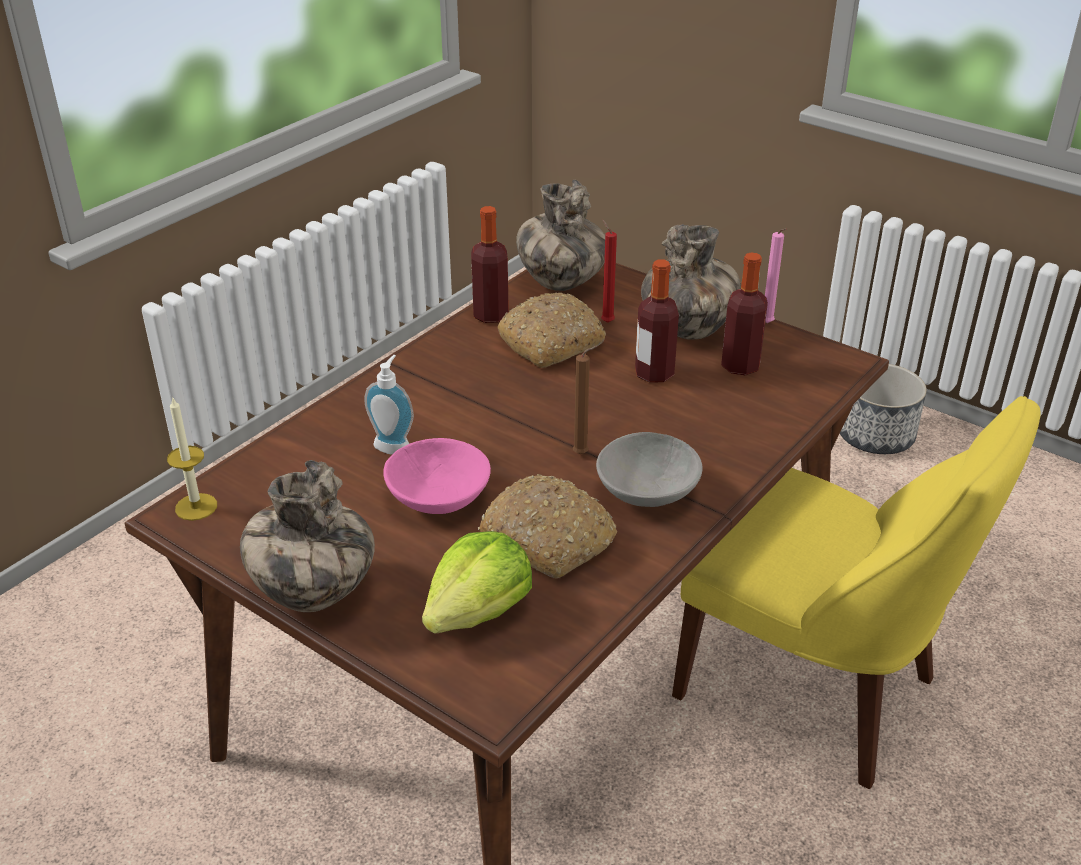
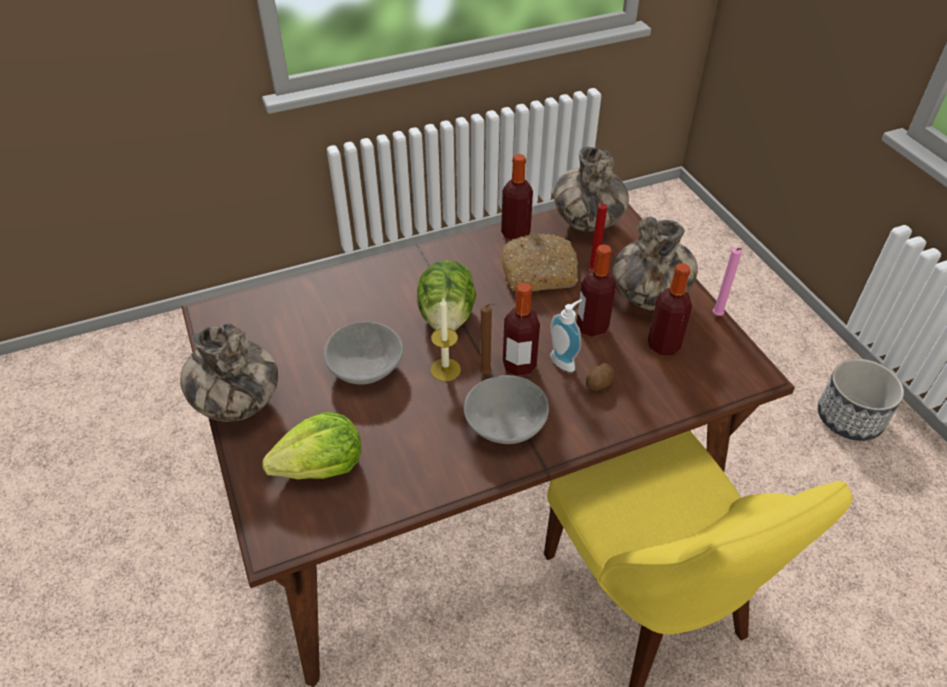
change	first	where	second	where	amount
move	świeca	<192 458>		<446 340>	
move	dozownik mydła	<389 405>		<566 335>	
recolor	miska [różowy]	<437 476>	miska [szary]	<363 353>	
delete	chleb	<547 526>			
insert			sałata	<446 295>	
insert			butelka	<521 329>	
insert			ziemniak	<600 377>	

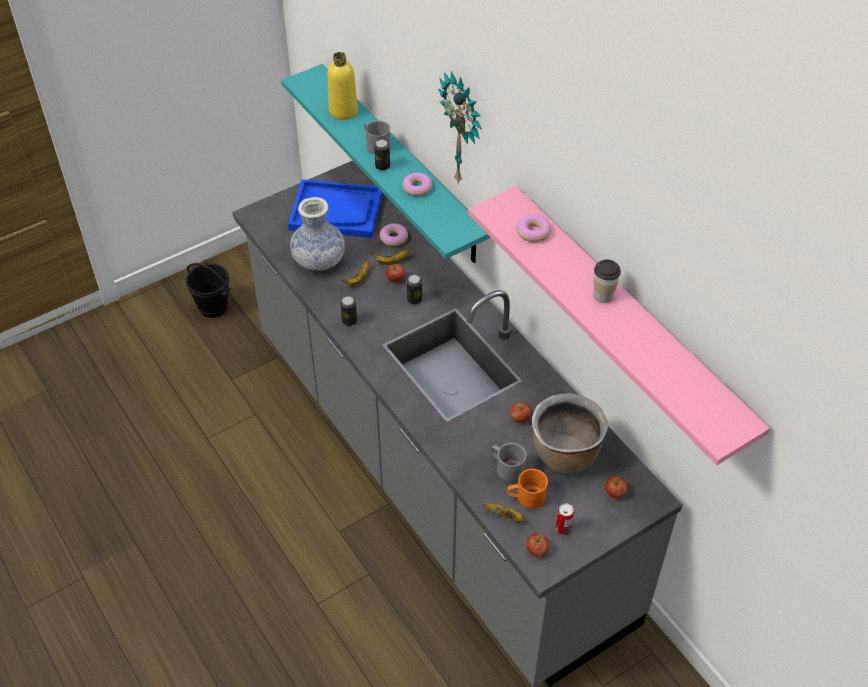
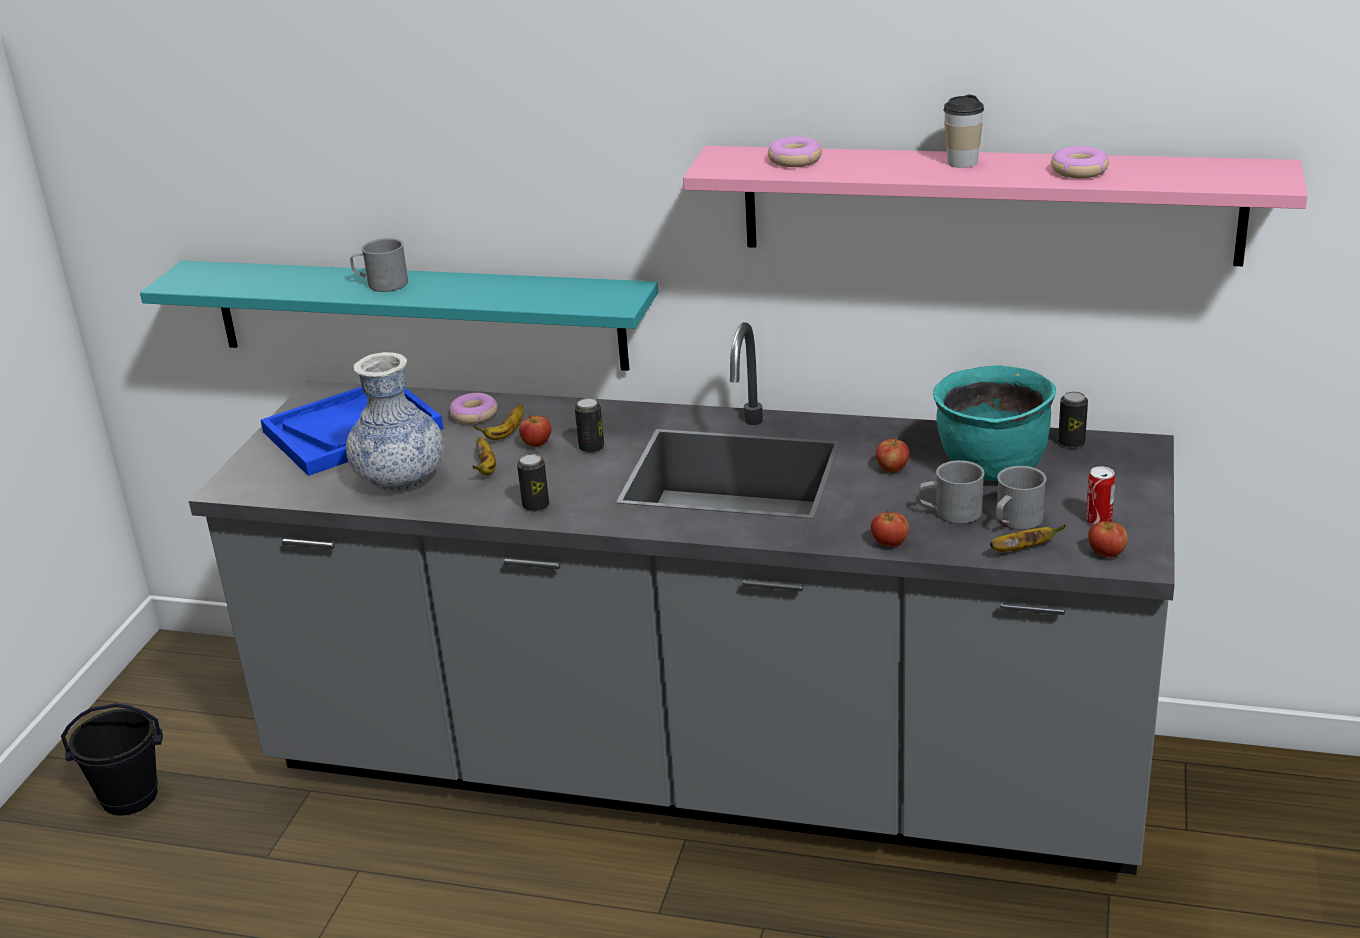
change	first	where	second	where	amount
delete	butelka [żółty]	<342 86>			
move	puszka	<382 155>		<1073 420>	
move	donut	<417 184>		<1080 162>	
delete	zegar ścienny	<460 127>			
recolor	kubek [pomarańczowy]	<527 488>	kubek [szary]	<1021 498>	
recolor	garnek [brązowy]	<570 433>	garnek [turkusowy]	<994 423>	
move	jabłko	<616 488>		<890 528>	

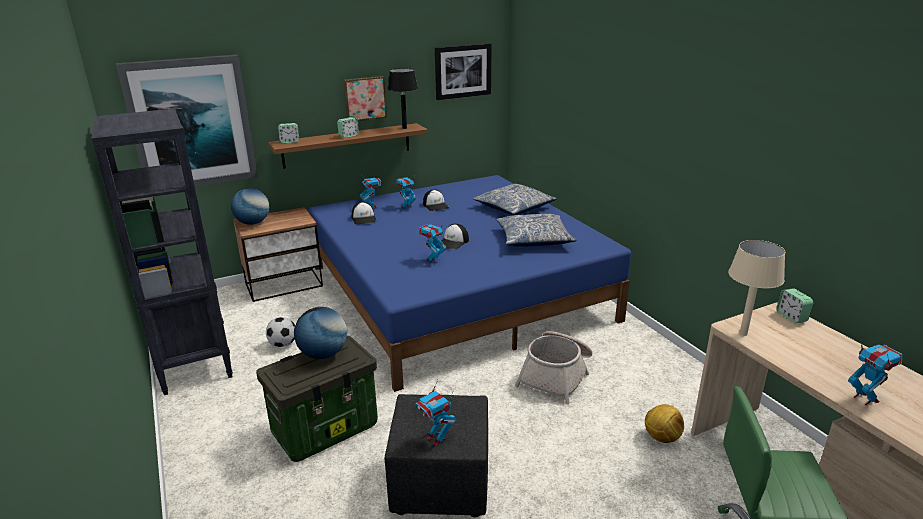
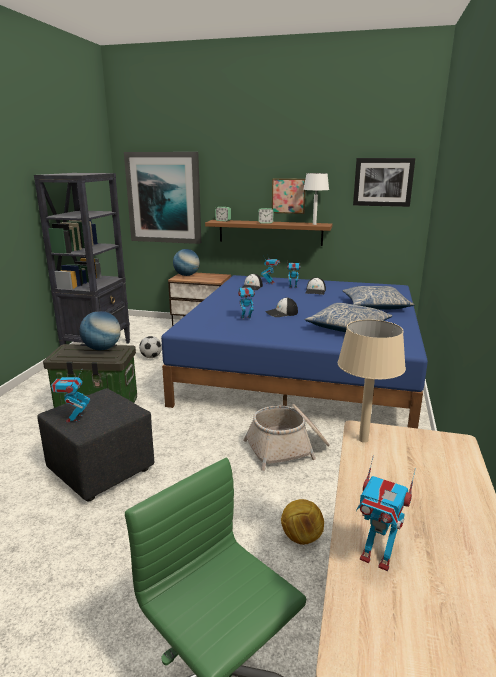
change	first	where	second	where	amount
recolor	lampa stołowa [czarny]	<402 98>	lampa stołowa [biały]	<316 199>	
delete	budzik	<794 305>			
rotate	robot zabawkowy	<875 373>		<386 513>	105 degrees clockwise

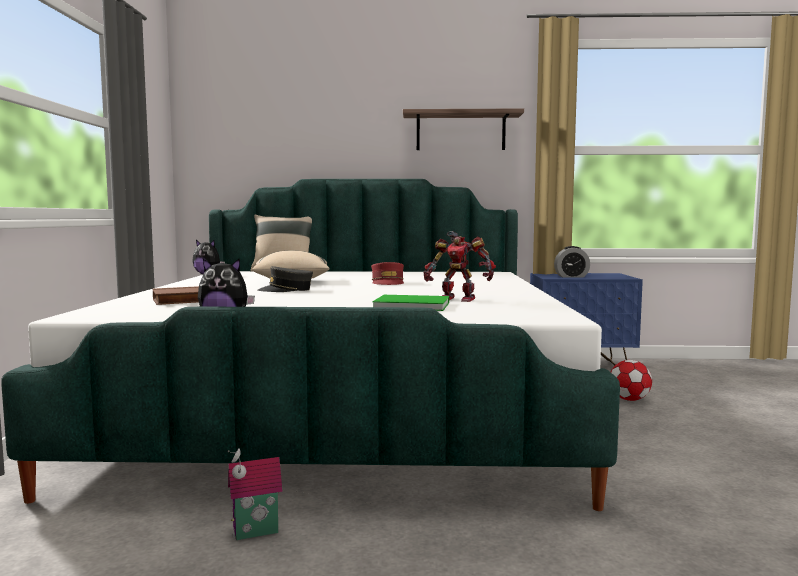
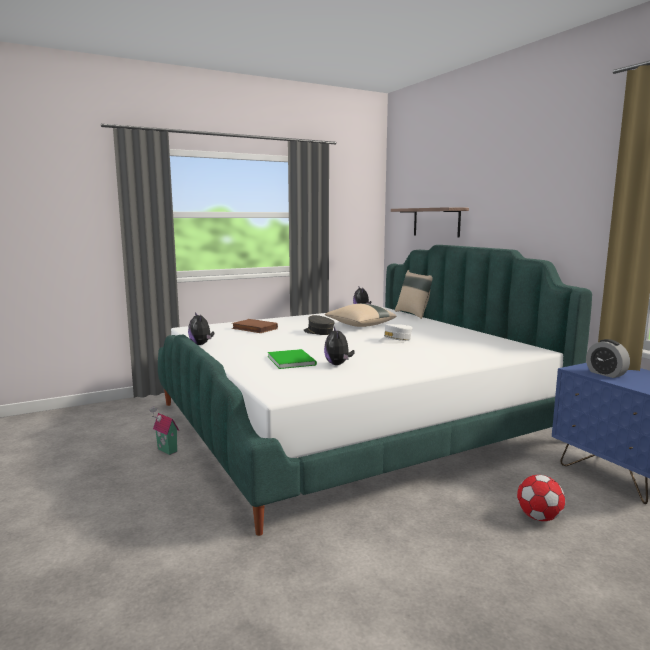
change	first	where	second	where	amount
recolor	czapka z daszkiem [czerwony]	<387 273>	czapka z daszkiem [biały]	<395 334>	
move	półka	<463 129>		<430 222>	
replace	robot zabawkowy	<460 266>	pluszak	<339 346>	

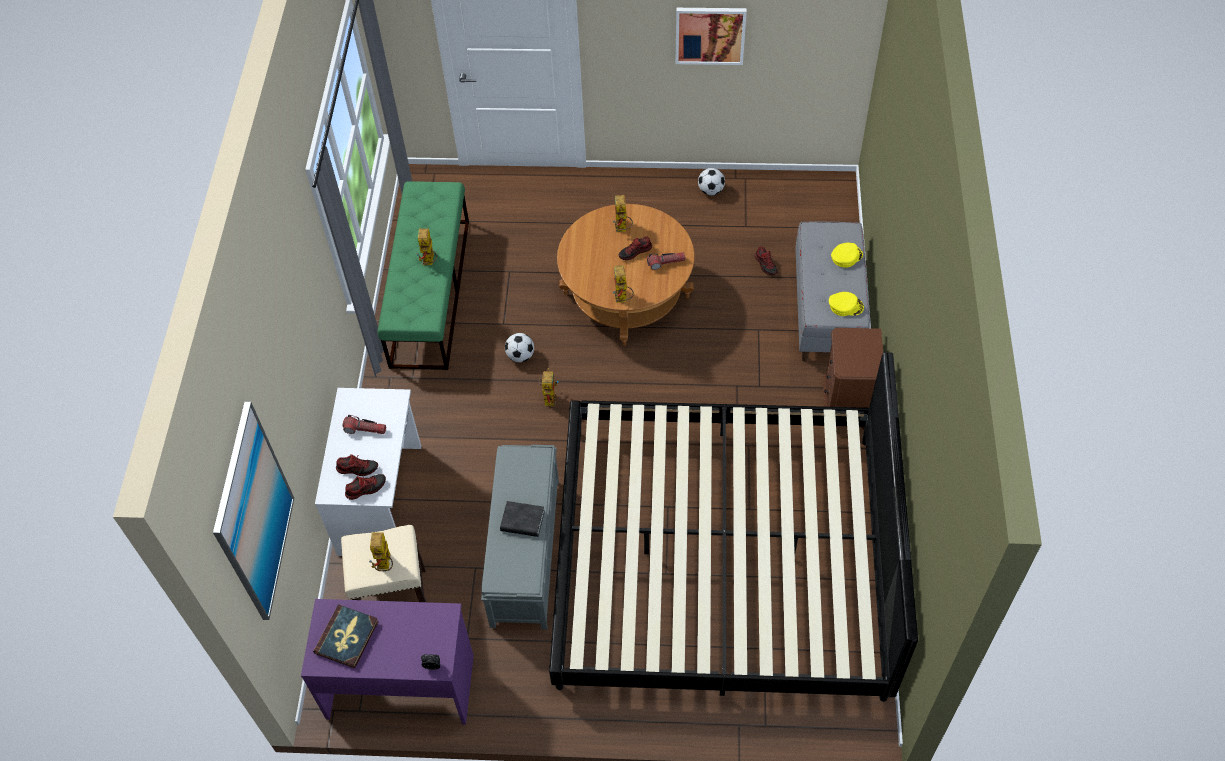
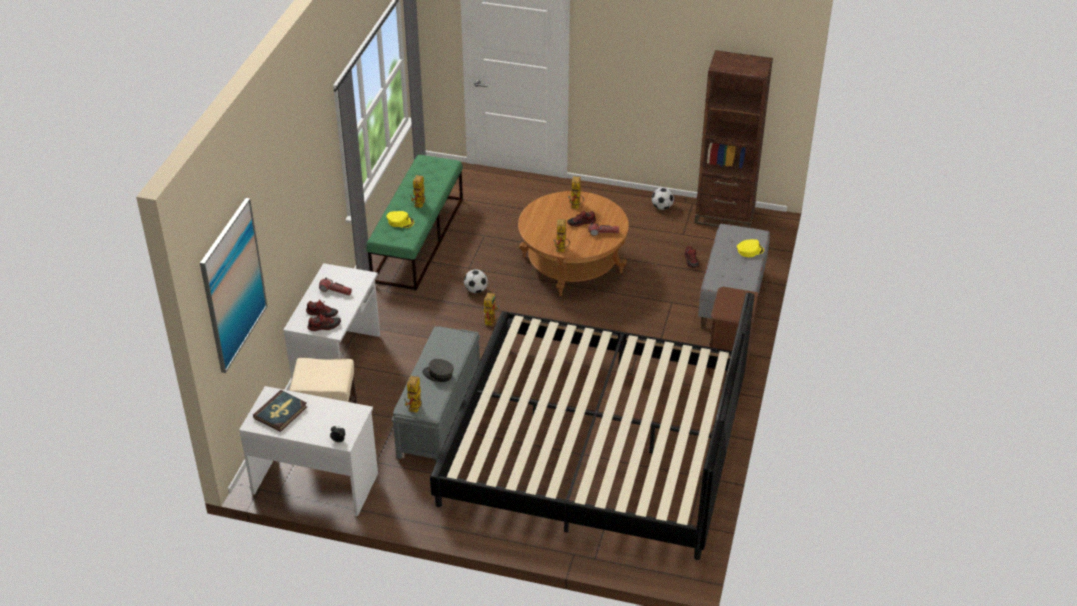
change	first	where	second	where	amount
recolor	biurko [fioletowy]	<387 662>	biurko [biały]	<308 451>	
move	robot zabawkowy	<381 552>		<413 394>	
replace	książka [czarny]	<522 519>	czapka z daszkiem [szary]	<438 370>	
delete	obraz	<711 36>			
move	czapka z daszkiem [żółty]	<846 304>		<400 219>	
insert			regał [brązowy]	<734 139>	

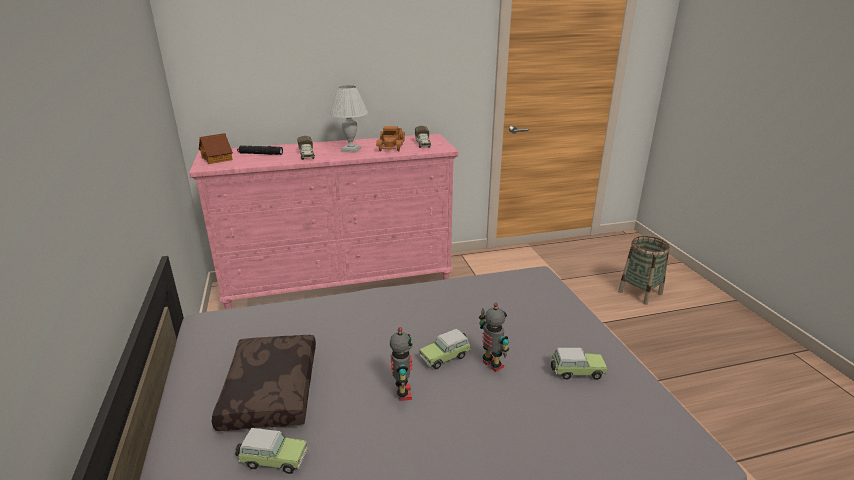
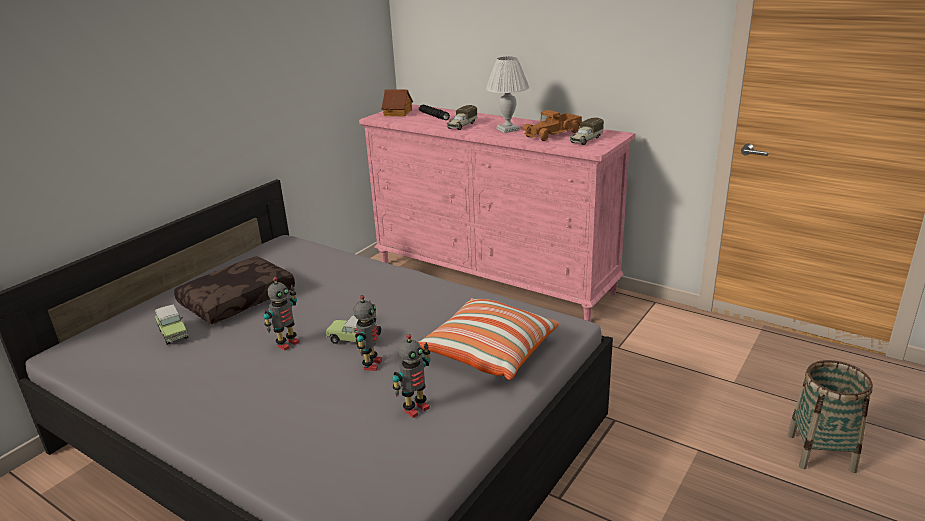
change	first	where	second	where	amount
replace	samochodzik	<579 364>	robot zabawkowy	<411 376>	
insert			poduszka	<488 339>	

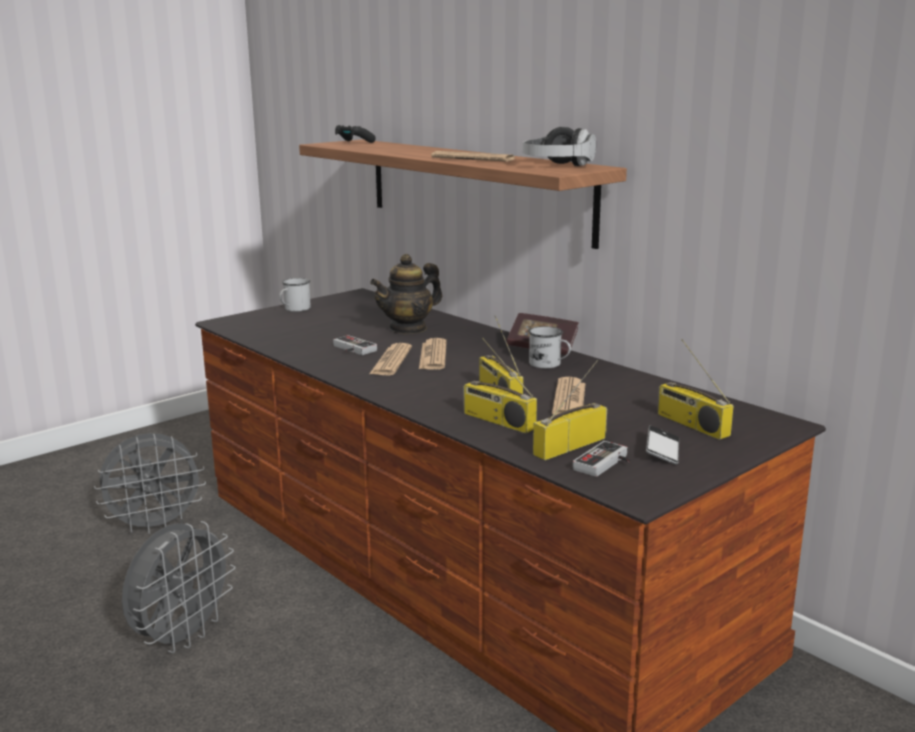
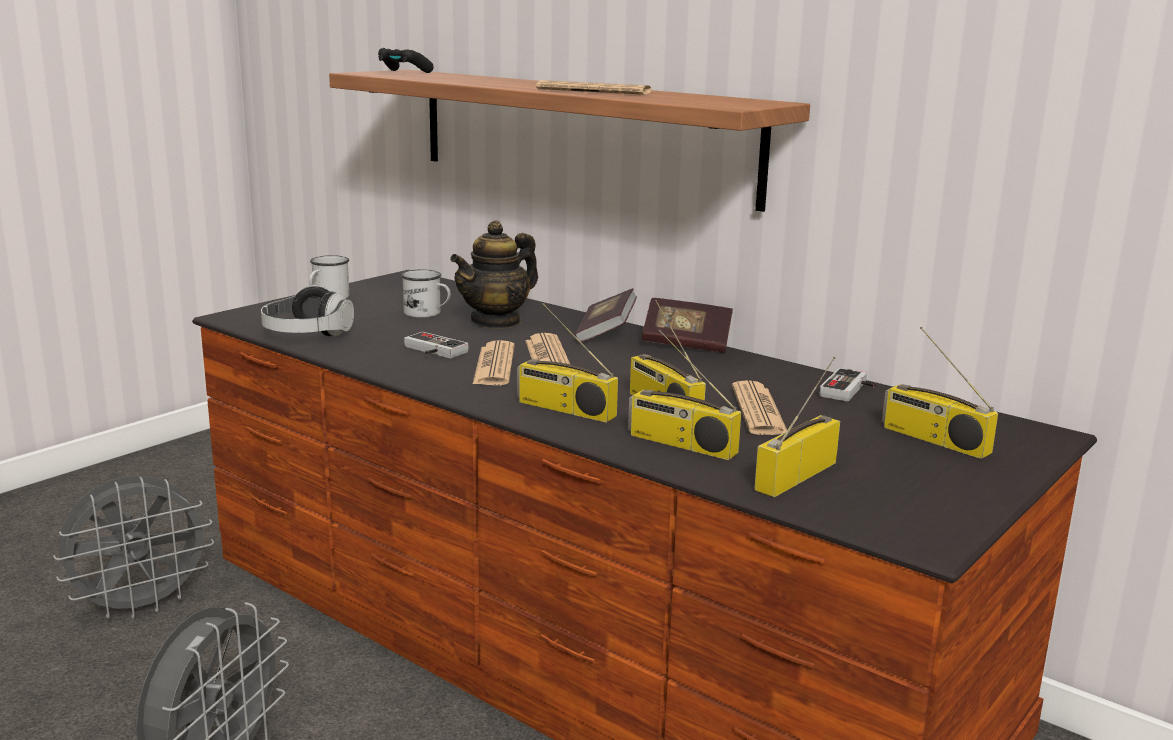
change	first	where	second	where	amount
move	słuchawki	<559 146>		<307 310>	
move	kubek [biały]	<549 347>		<426 293>	
move	pad do gier	<601 459>		<847 385>	
delete	telefon	<662 445>			
insert			radio	<567 362>	
insert			książka	<606 315>	

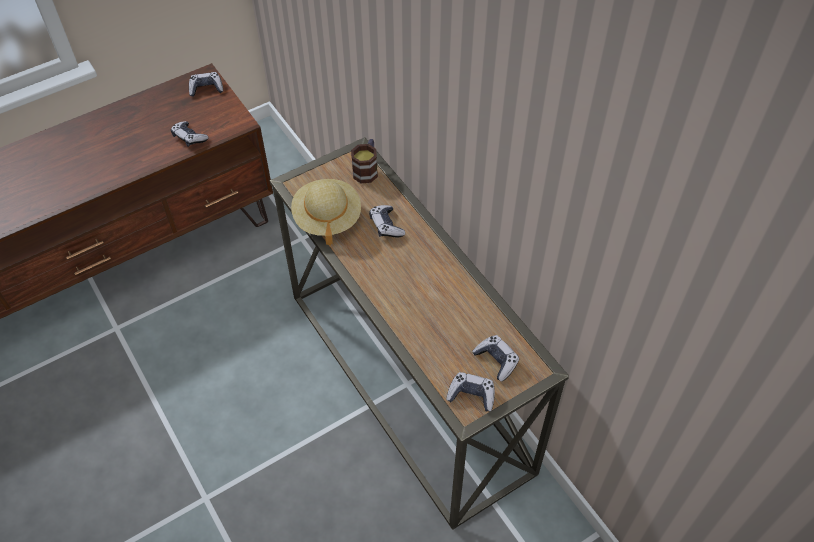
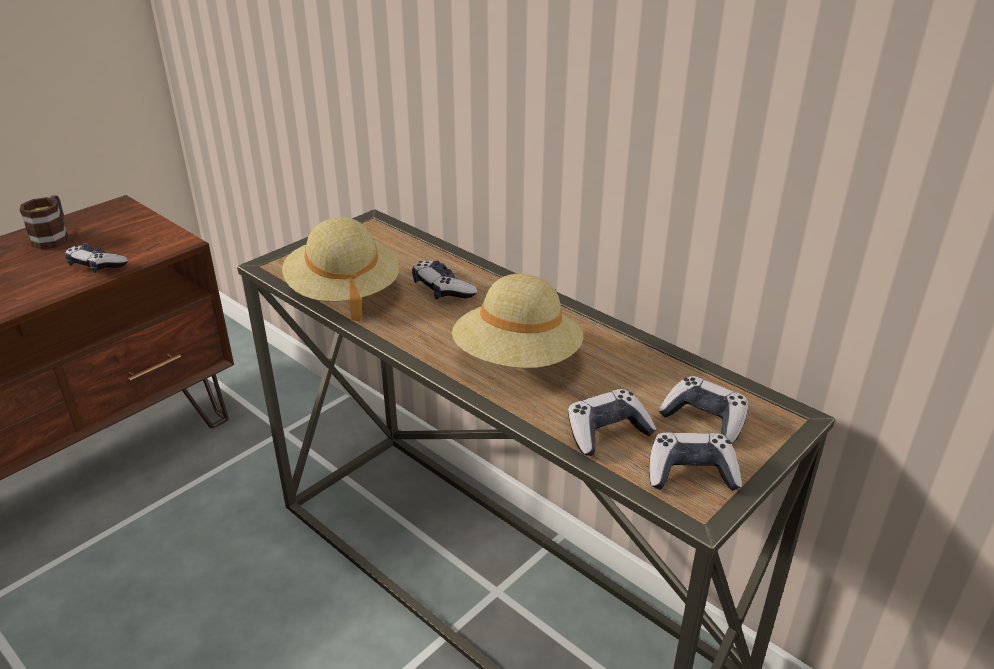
change	first	where	second	where	amount
move	pad do gier	<206 84>		<612 422>	
move	kubek	<364 161>		<44 222>	
insert			kapelusz [beżowy]	<517 321>	

